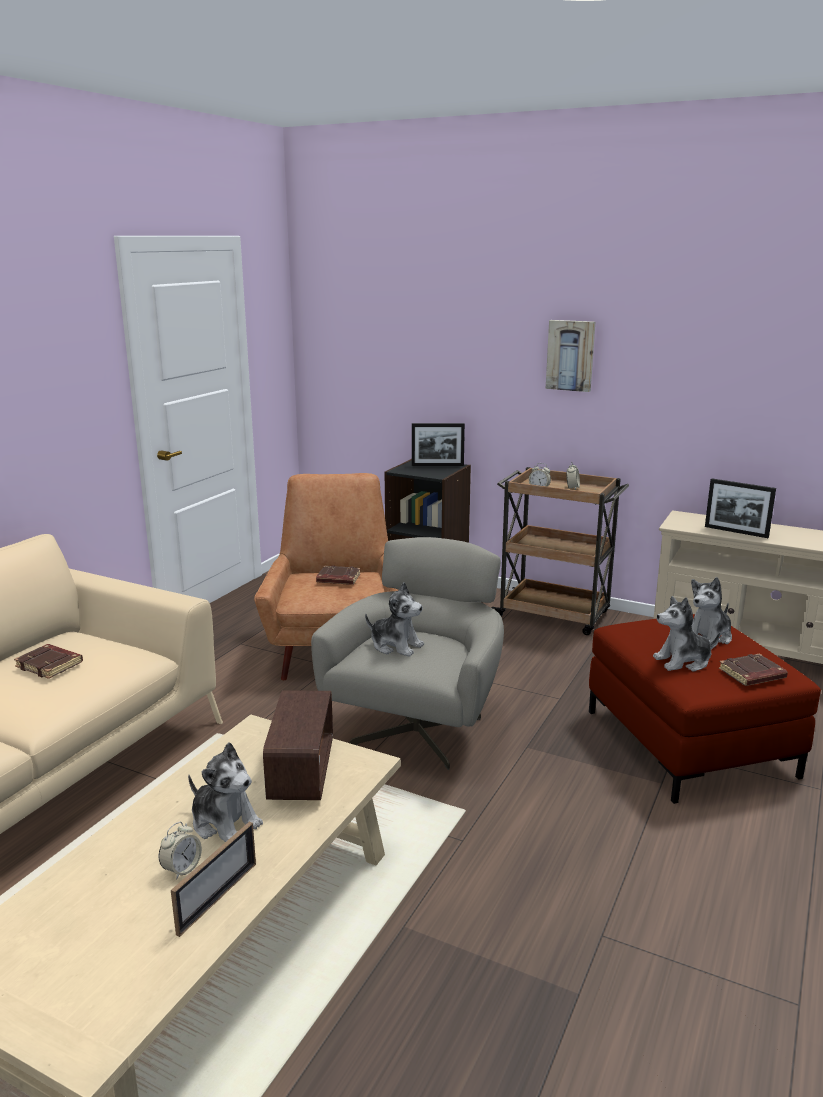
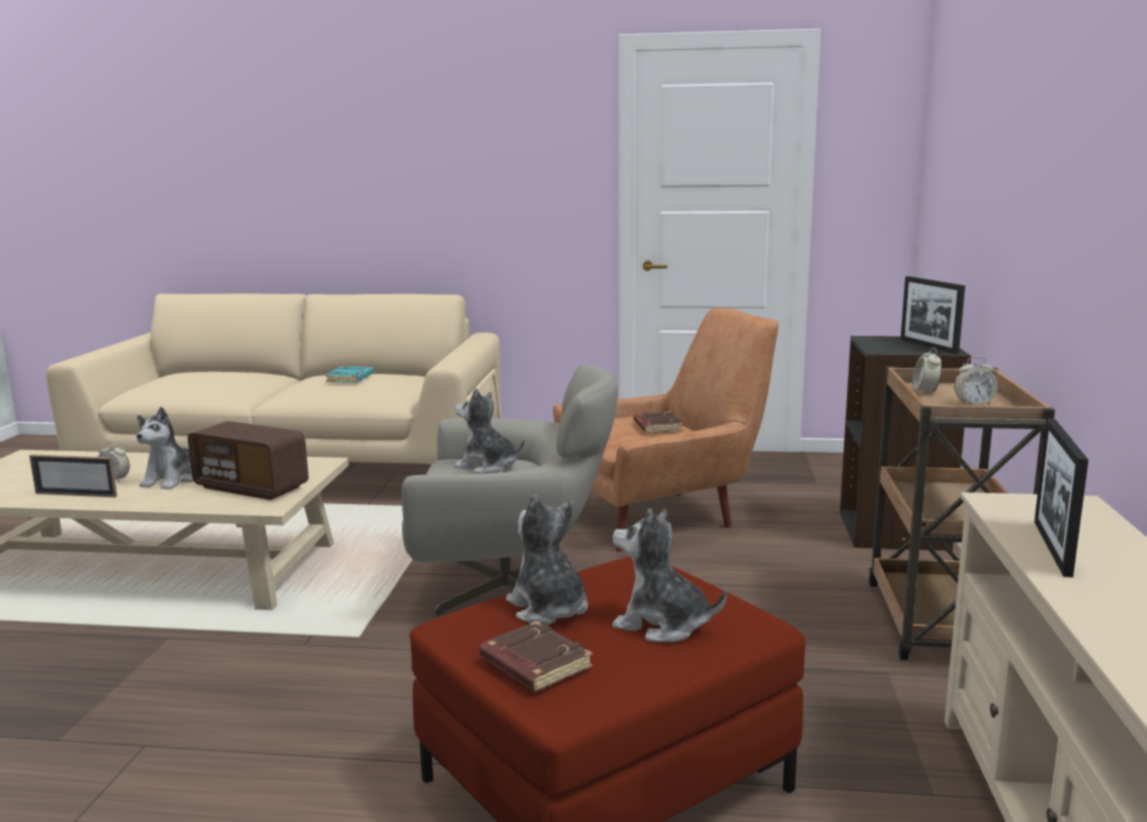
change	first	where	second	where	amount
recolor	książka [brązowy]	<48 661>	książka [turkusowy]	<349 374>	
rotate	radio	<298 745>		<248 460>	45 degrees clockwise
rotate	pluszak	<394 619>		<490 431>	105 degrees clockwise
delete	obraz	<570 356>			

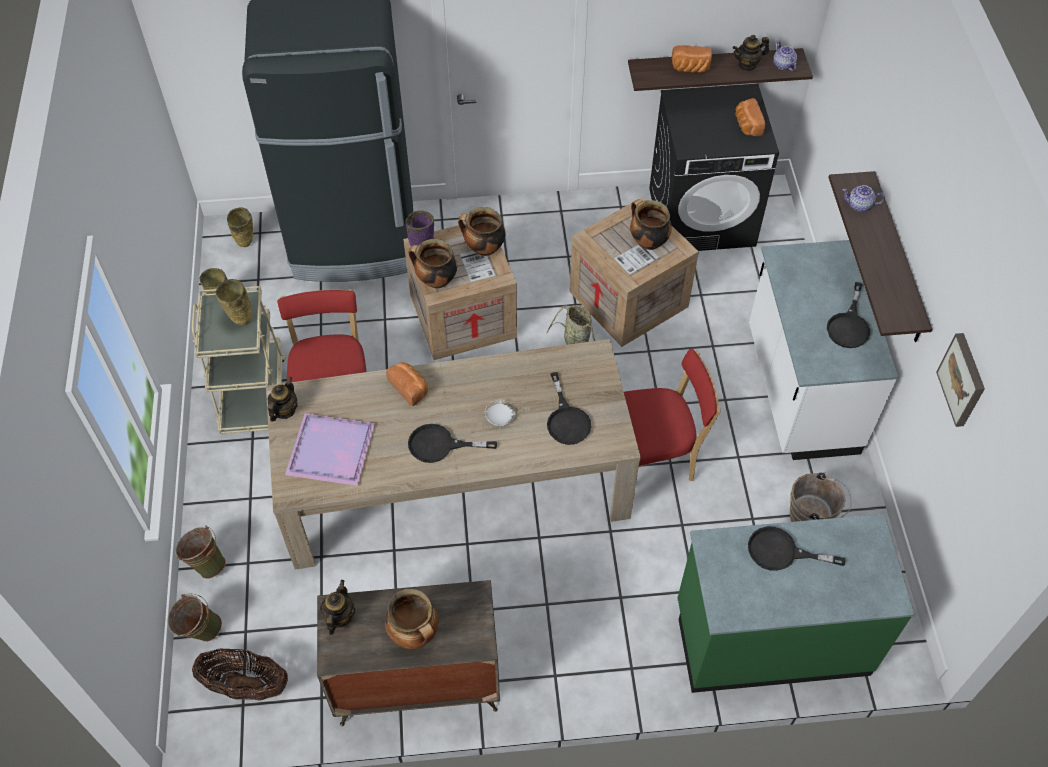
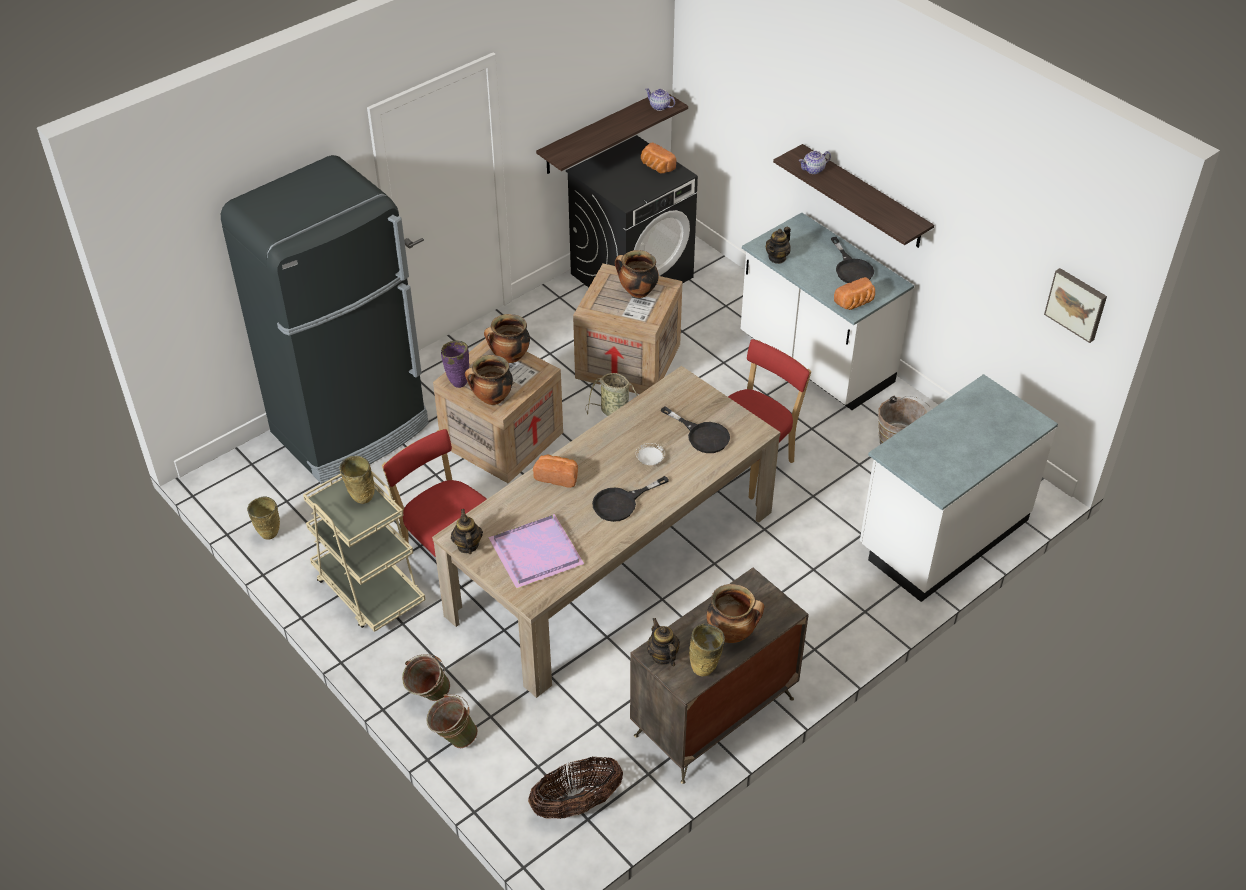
change	first	where	second	where	amount
move	wiadro [zielony]	<194 618>		<426 677>	
move	wazon [beżowy]	<240 227>		<707 650>	
move	chleb	<692 59>		<854 293>	
recolor	zabudowa kuchenna [zielony]	<795 603>	zabudowa kuchenna [biały]	<959 488>	
move	imbryk	<751 53>		<778 245>	
delete	patelnia [czarny]	<797 548>			
move	obraz	<960 380>		<1075 305>	

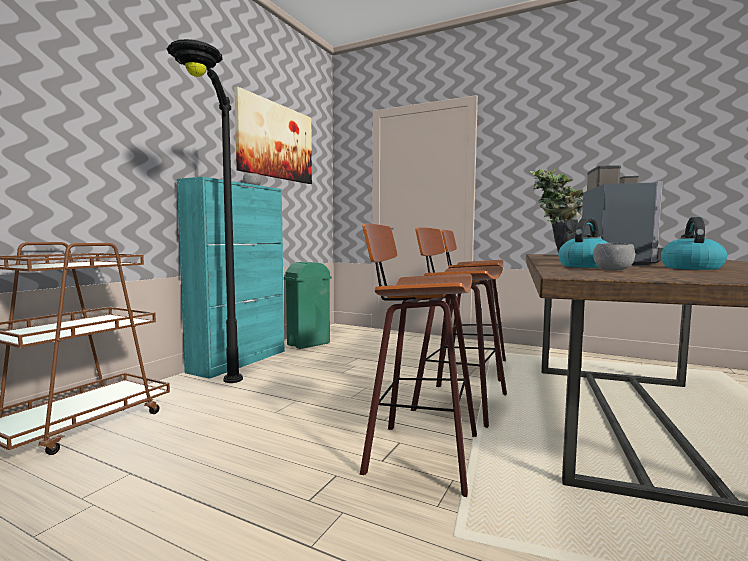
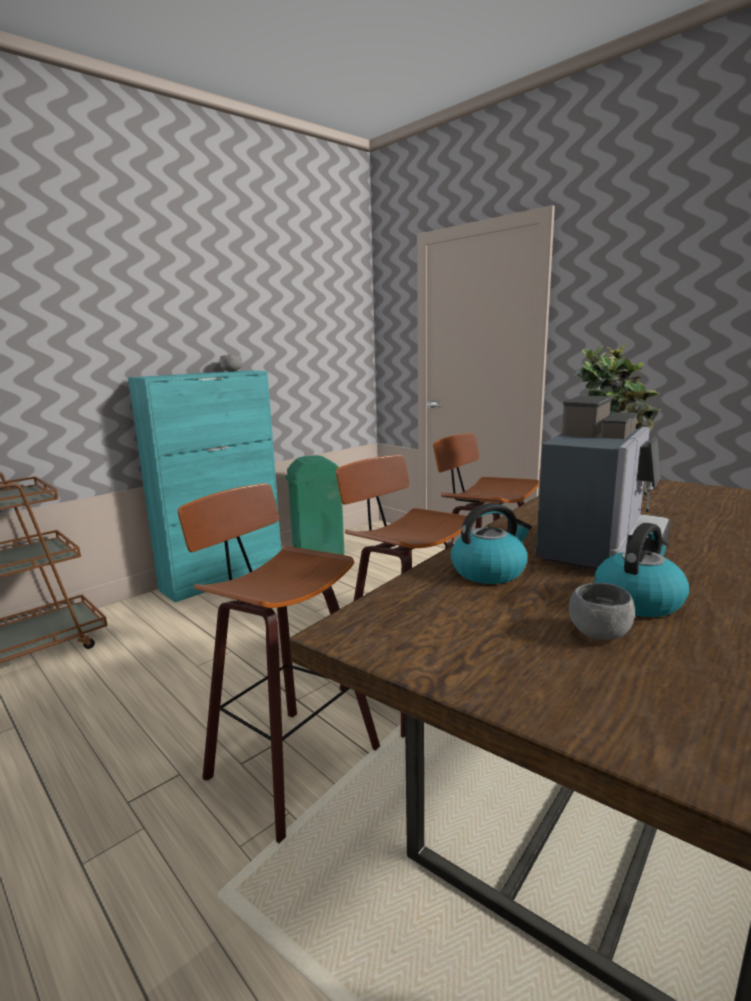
change	first	where	second	where	amount
delete	lampa stojąca [czarny]	<205 211>			
delete	obraz	<273 135>			
move	miska [szary]	<614 257>		<602 611>	

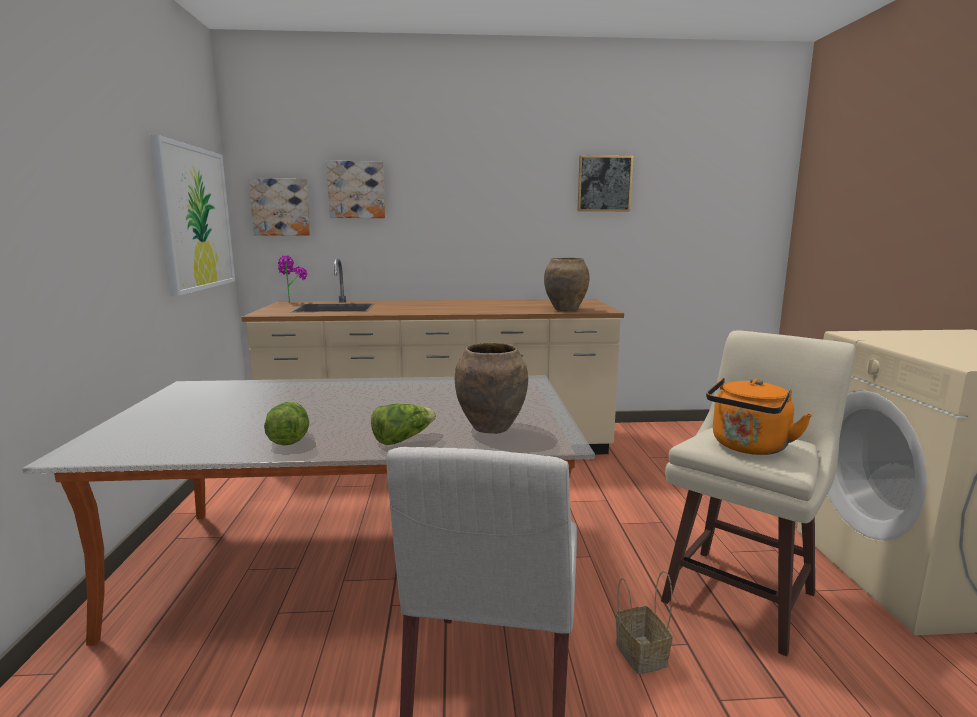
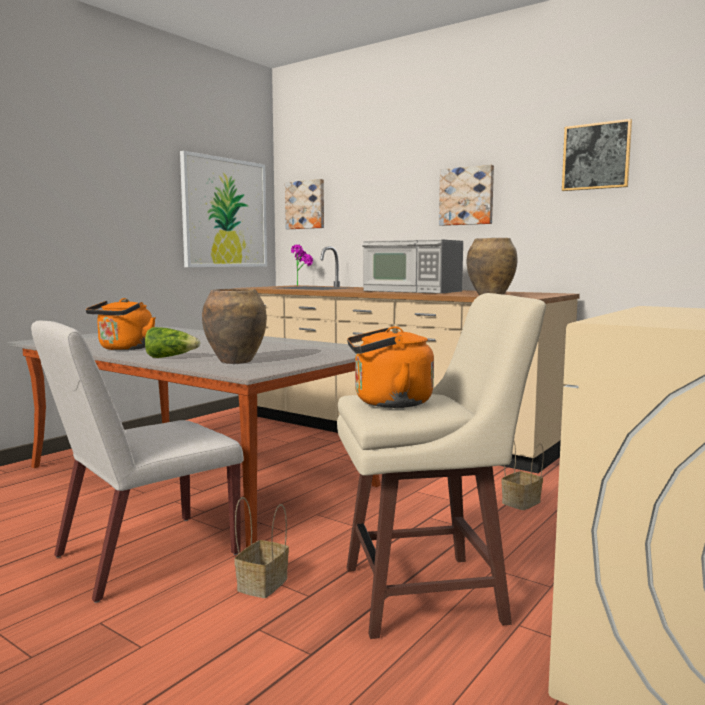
change	first	where	second	where	amount
replace	sałata	<286 424>	czajnik [pomarańczowy]	<121 324>	
move	obraz	<355 189>		<466 195>	
insert			mikrofalówka	<412 266>	
insert			koszyk	<522 475>	

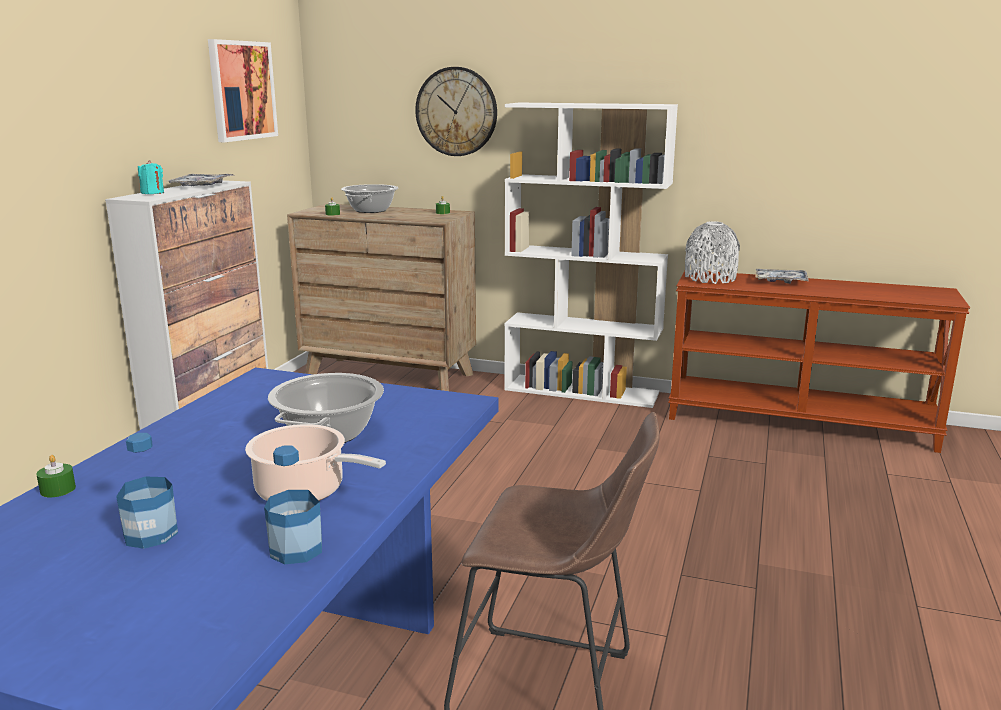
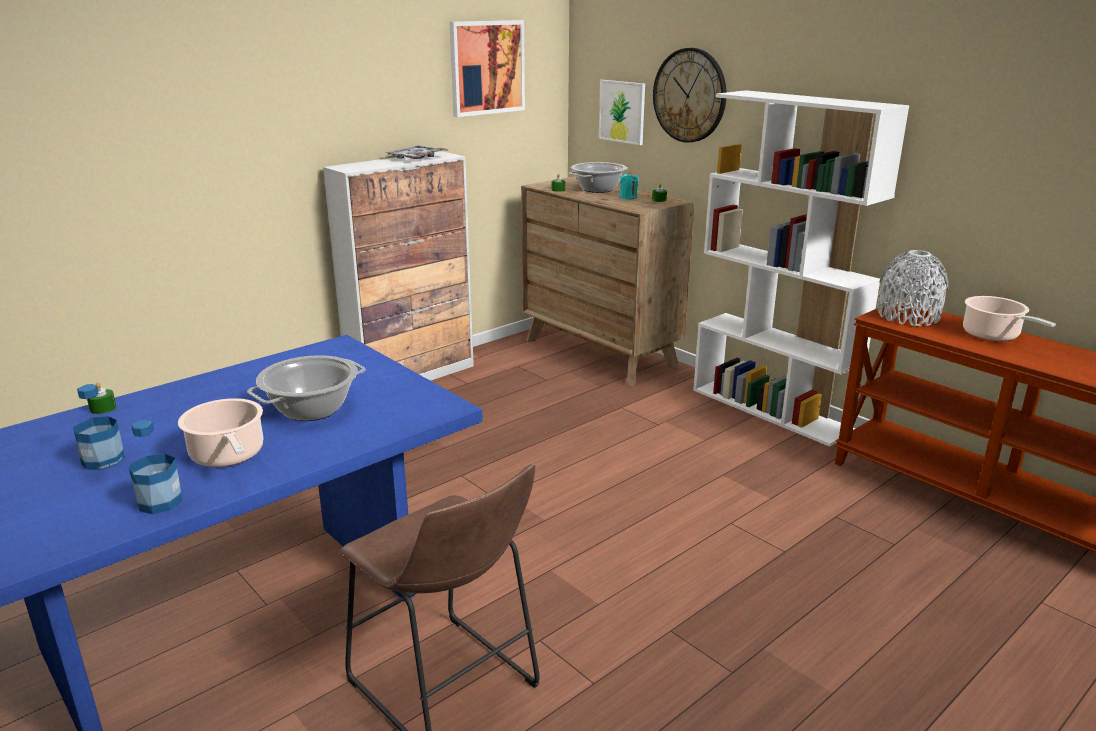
change	first	where	second	where	amount
move	świeca [turkusowy]	<151 177>		<629 185>	
replace	taca	<782 276>	garnek	<1009 318>	
insert			obraz	<622 112>	

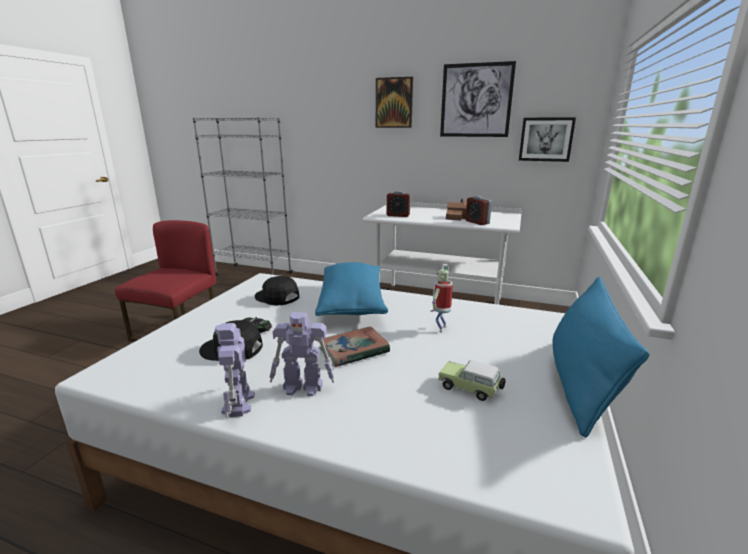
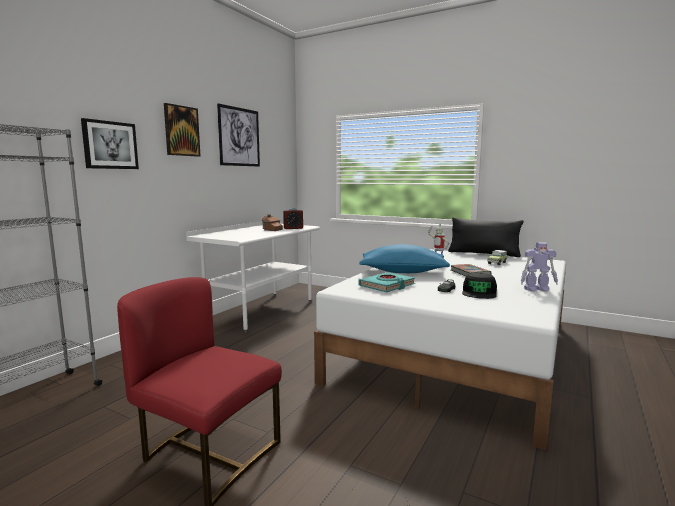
change	first	where	second	where	amount
replace	czapka z daszkiem [czarny]	<277 290>	książka [turkusowy]	<386 282>	
delete	robot zabawkowy	<301 354>			
delete	budzik	<399 204>			
move	obraz	<547 139>		<110 143>	
recolor	poduszka [niebieski]	<601 357>	poduszka [czarny]	<486 237>	

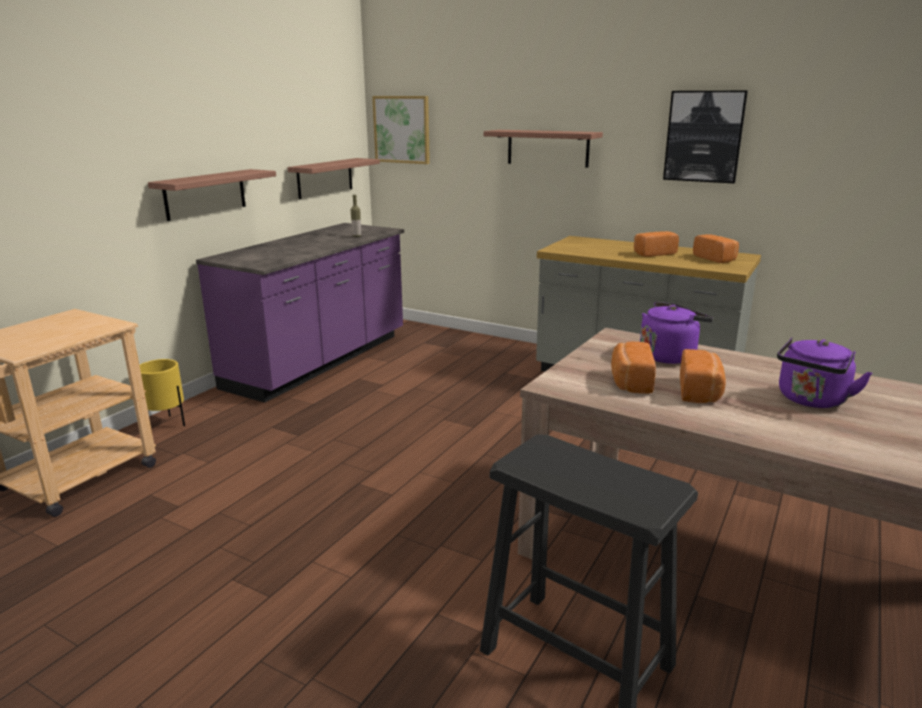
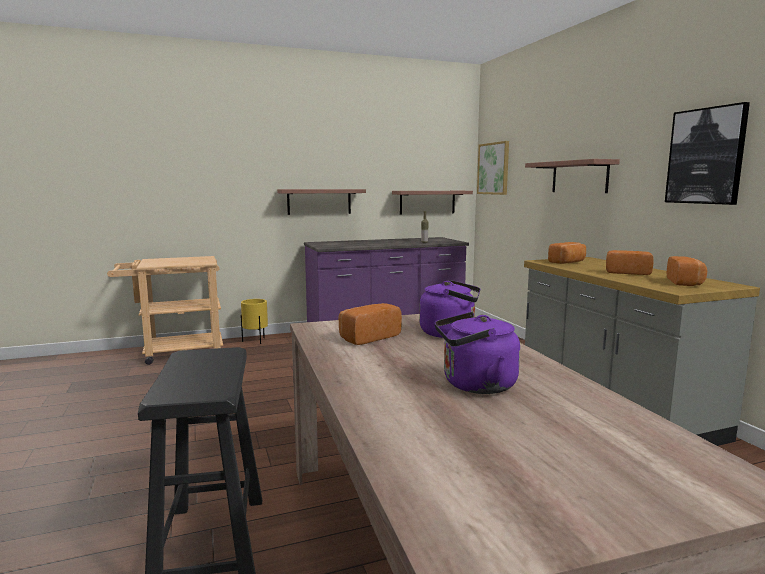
change	first	where	second	where	amount
move	chleb	<703 376>		<567 253>	

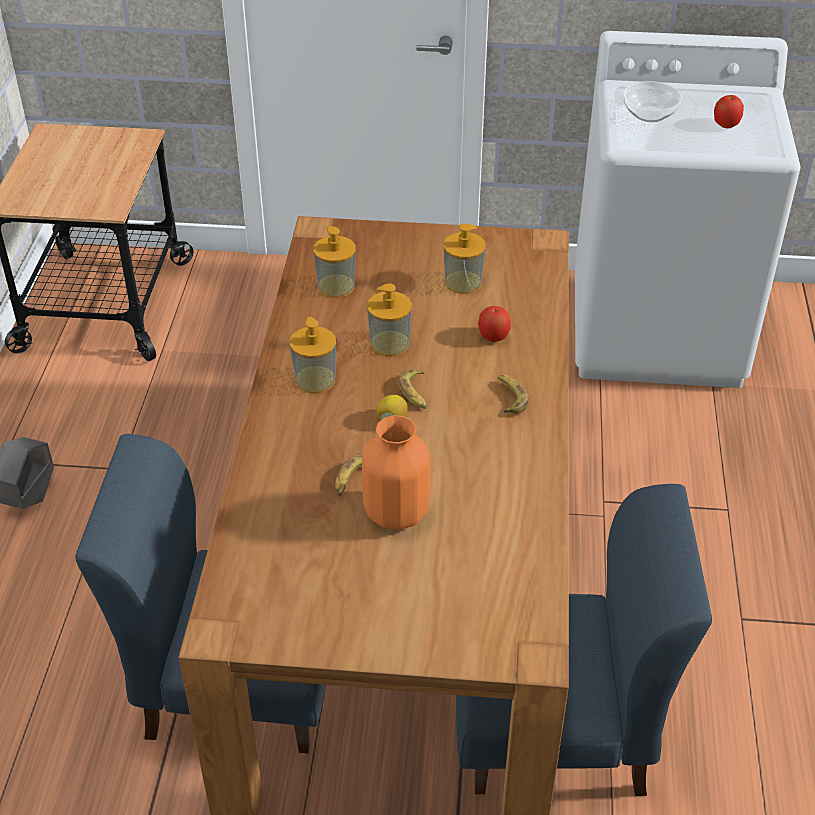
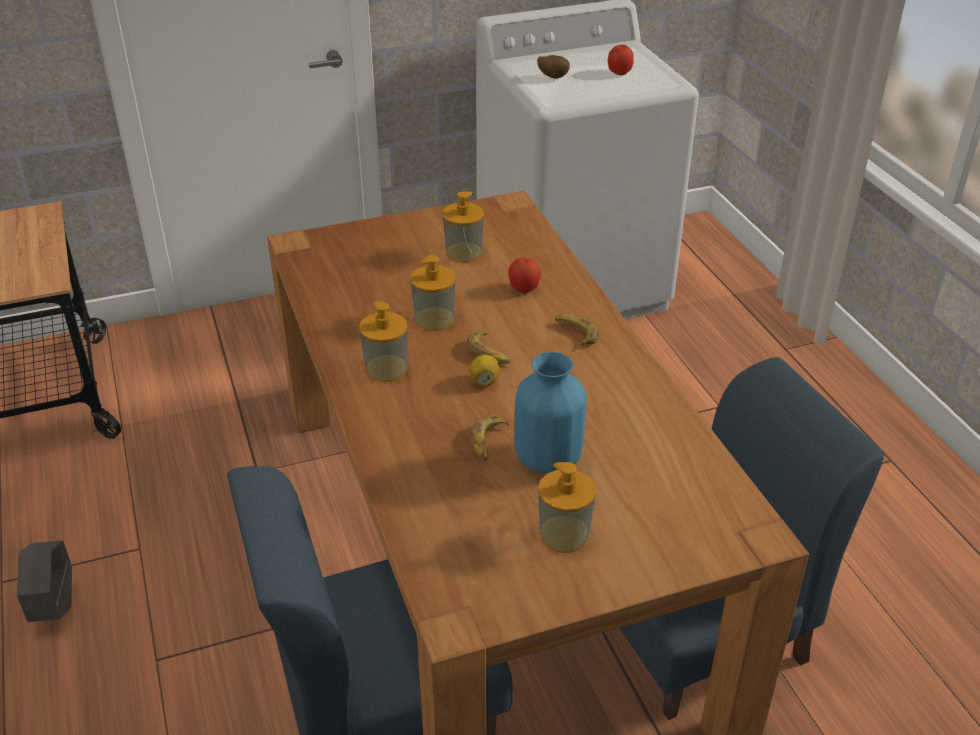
change	first	where	second	where	amount
move	dozownik mydła	<334 262>		<567 507>	
recolor	wazon [pomarańczowy]	<396 472>	wazon [niebieski]	<551 413>	
replace	miska	<652 101>	ziemniak	<553 67>	

